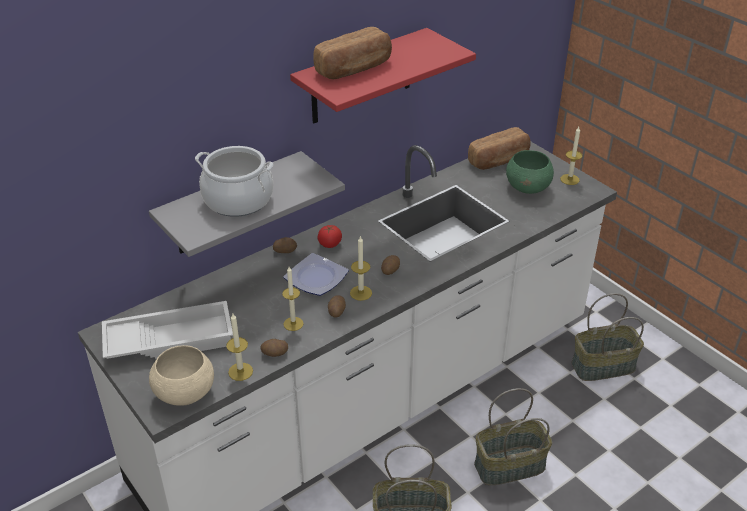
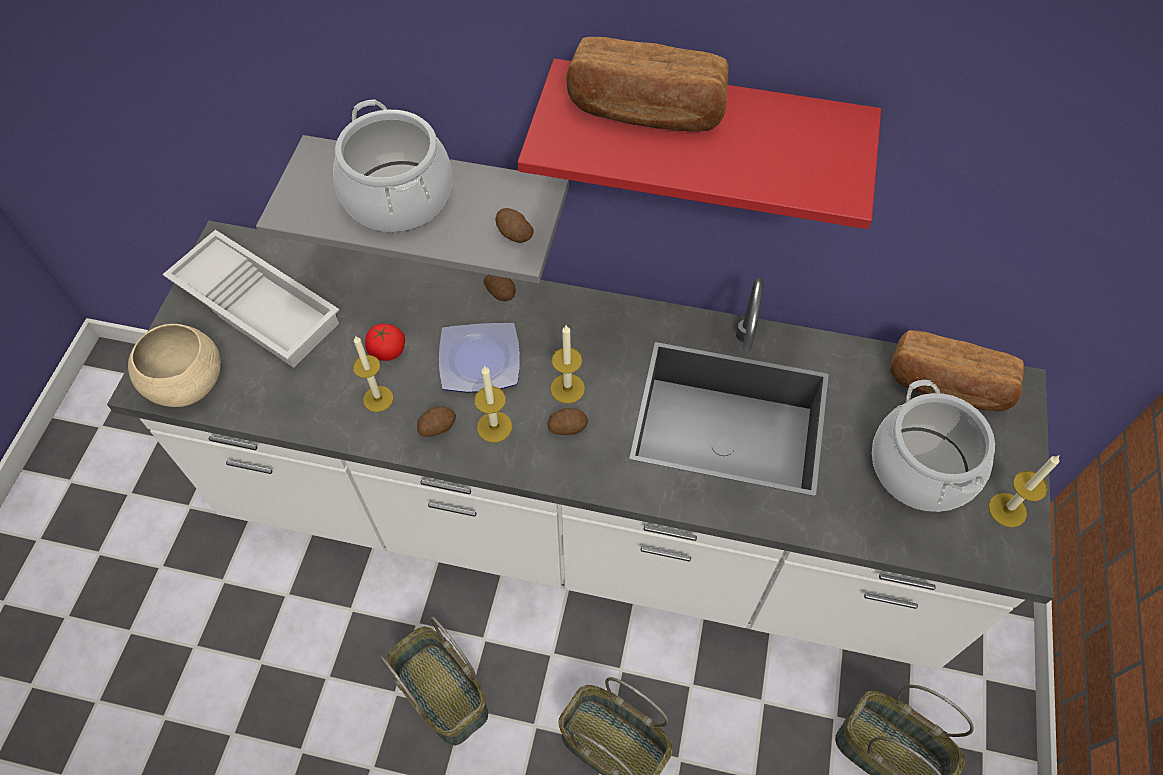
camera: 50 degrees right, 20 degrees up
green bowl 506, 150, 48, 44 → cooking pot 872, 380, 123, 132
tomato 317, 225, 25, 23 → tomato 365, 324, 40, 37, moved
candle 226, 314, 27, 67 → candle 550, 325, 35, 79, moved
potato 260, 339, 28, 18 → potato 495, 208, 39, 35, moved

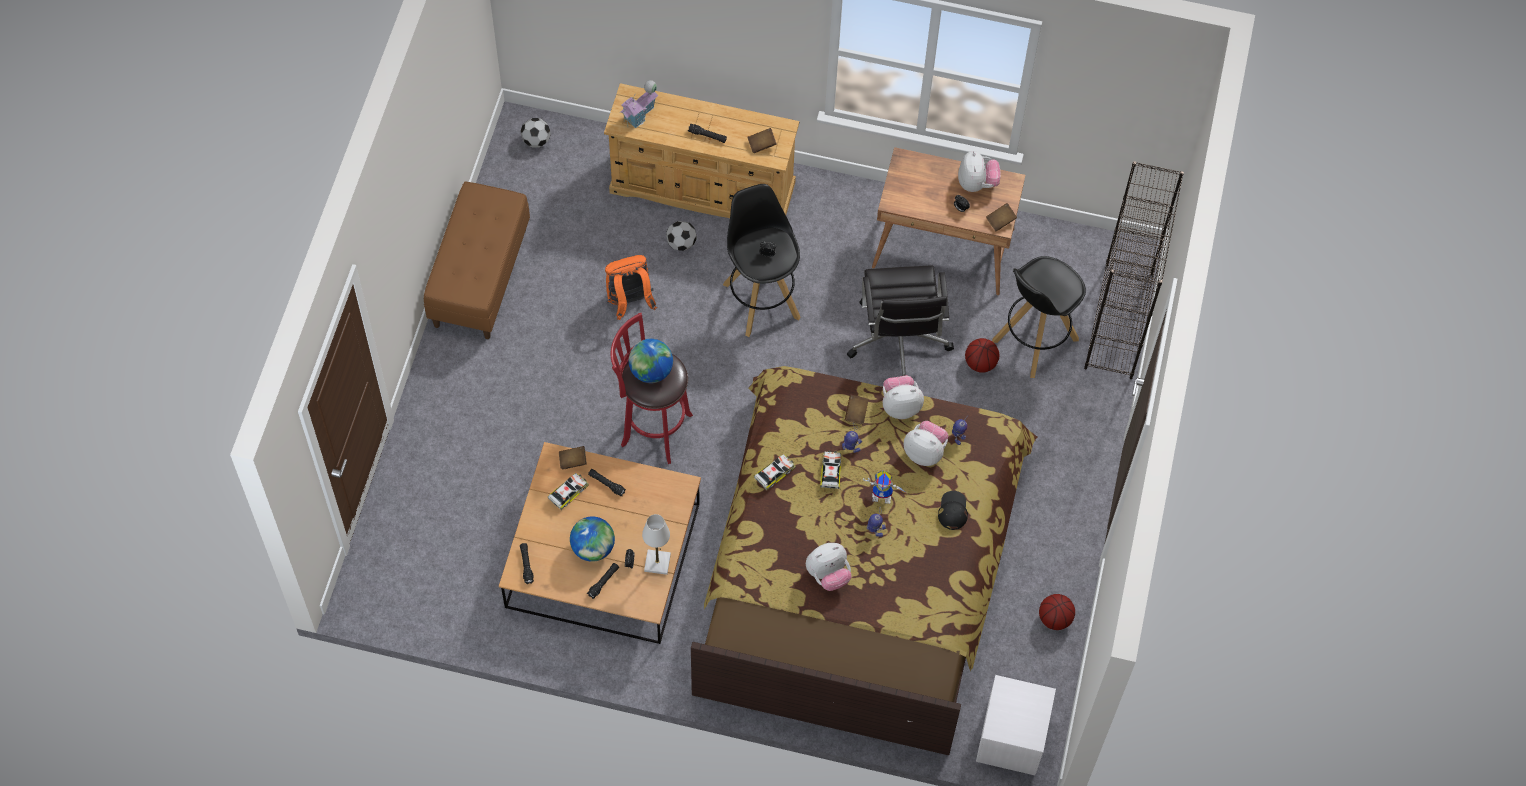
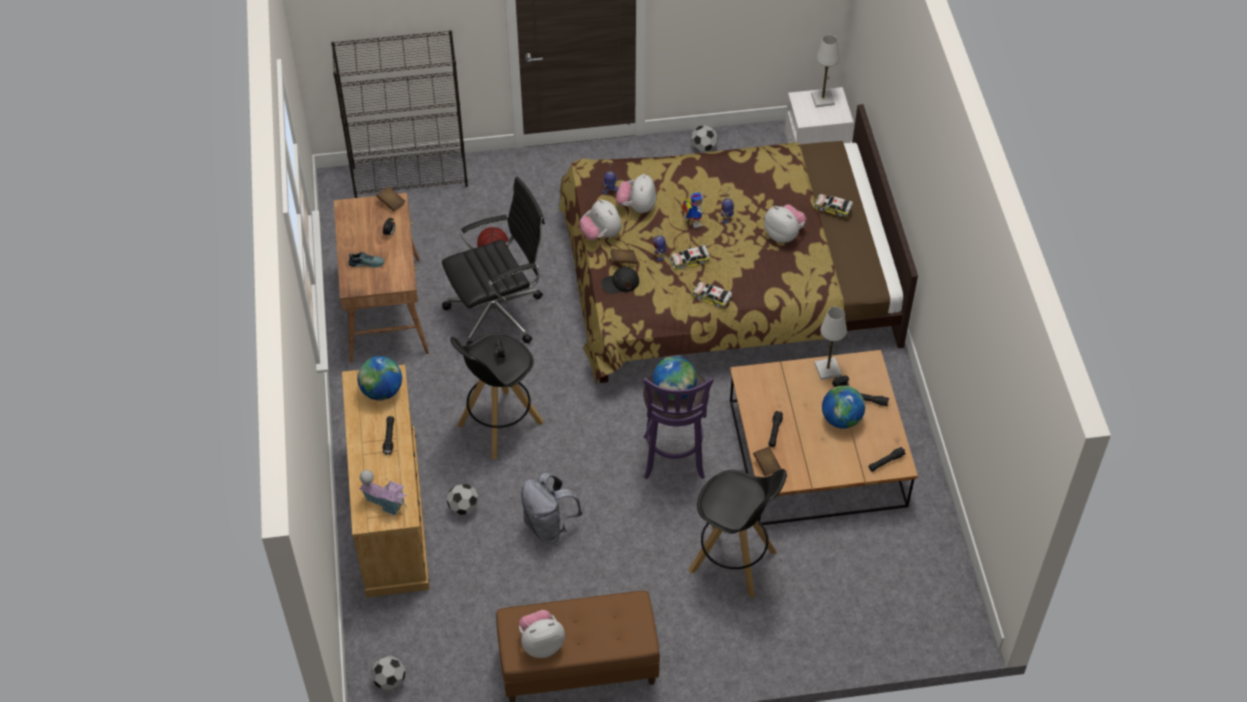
camera: 110 degrees left, 10 degrees down
brown book 747, 128, 30, 25 → globe 358, 356, 44, 44
plush toy 958, 151, 42, 41 → plush toy 519, 610, 46, 48, moved
orange backpack 605, 255, 52, 65 → grey backpack 521, 473, 62, 71
black stool 992, 256, 94, 122 → black stool 688, 469, 99, 129, moved
red stool 611, 313, 82, 151 → purple stool 643, 372, 71, 107
toy car 548, 473, 41, 37 → toy car 813, 194, 40, 23, moved
black cap 938, 491, 30, 39 → black cap 601, 267, 38, 27, moved
basketball 1039, 594, 36, 36 → football 691, 125, 27, 27
- → white table lamp 811, 35, 28, 72
- → shoe 348, 252, 36, 16

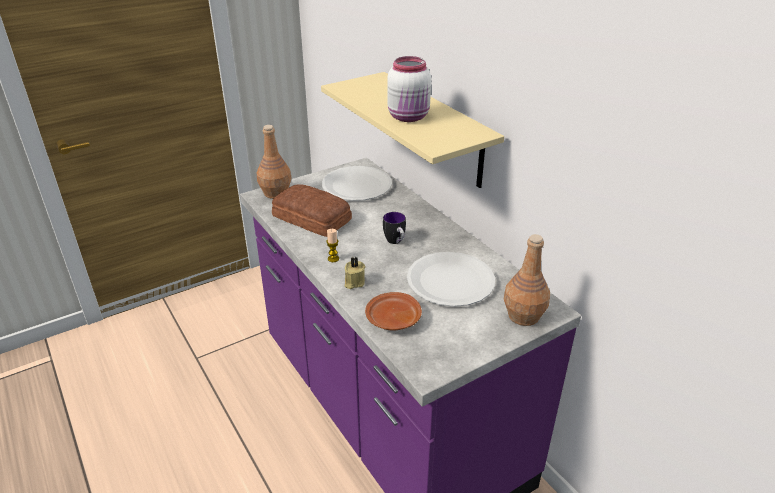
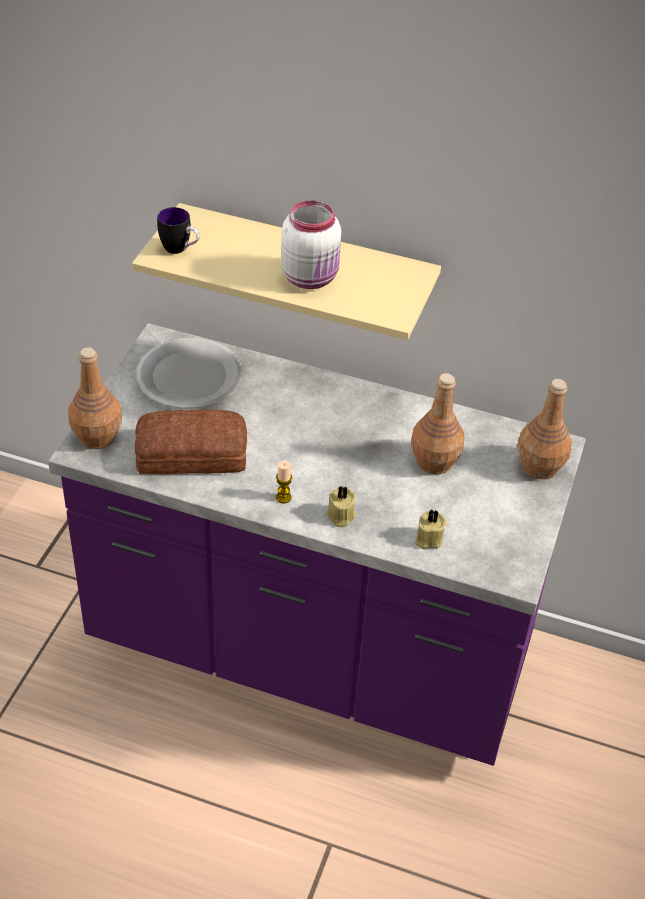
camera: 40 degrees left, 10 degrees up
mug 383, 212, 23, 32 → mug 157, 207, 43, 47, moved
white plate 407, 252, 88, 55 → brown bottle 411, 373, 54, 101
brown plate 365, 292, 57, 39 → beige candle 415, 510, 32, 39

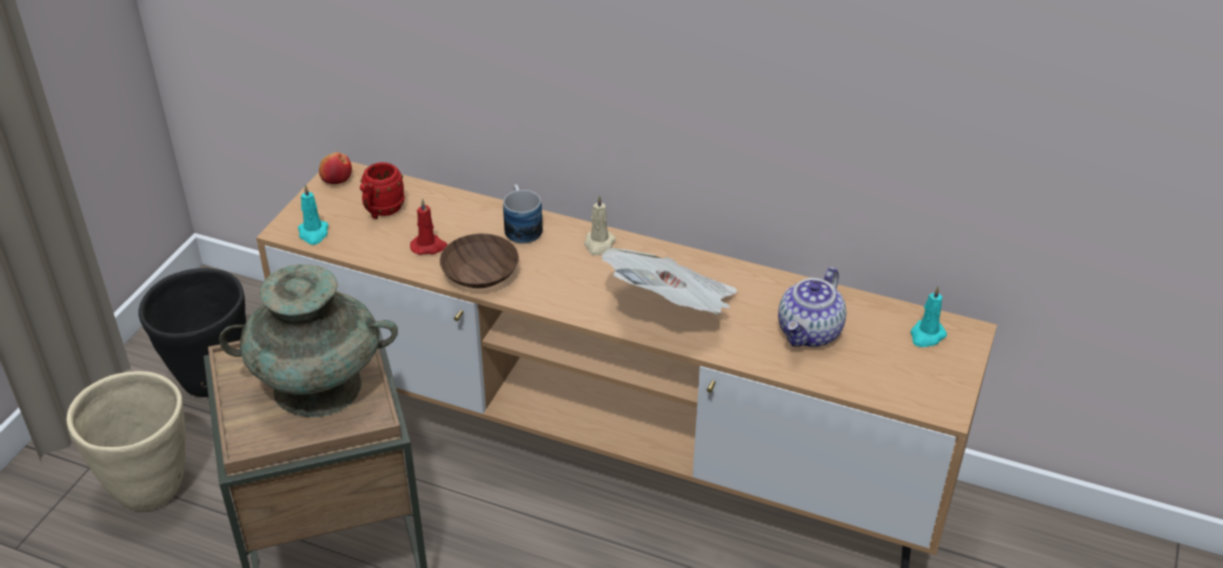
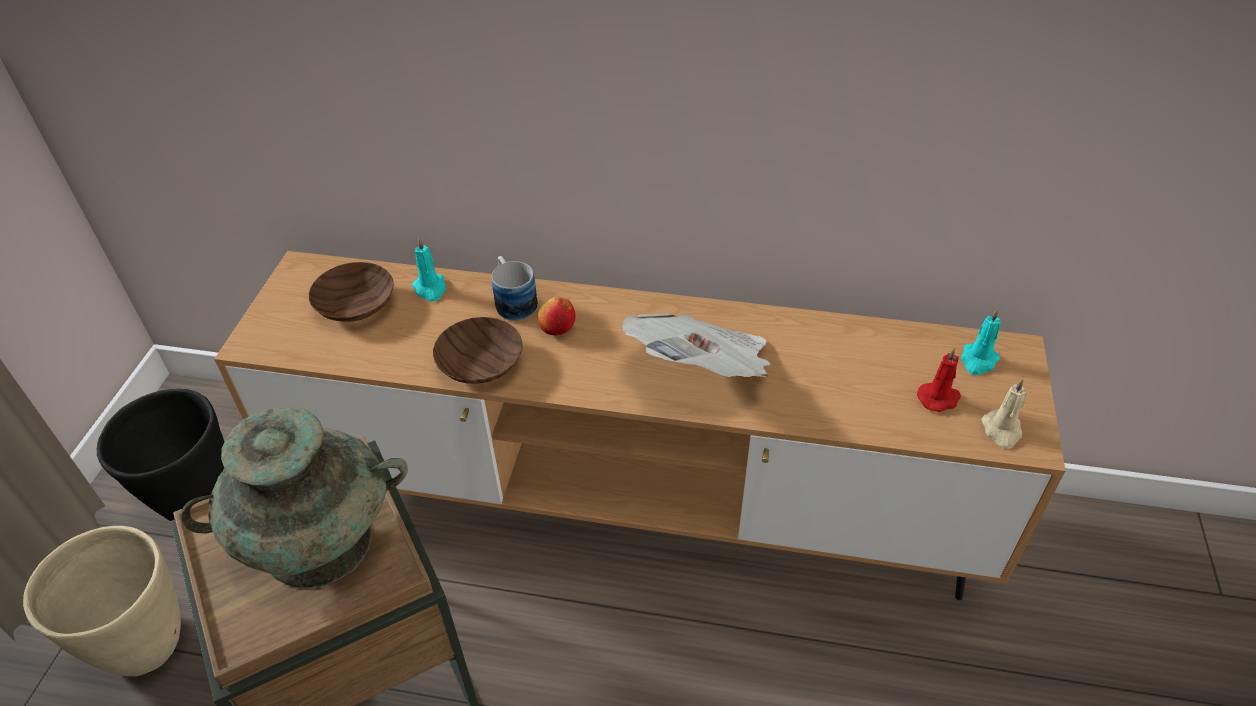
camera: 10 degrees left, 5 degrees up
apple 319, 152, 33, 32 → apple 538, 297, 38, 38, moved
red mug 360, 162, 45, 57 → brown bowl 309, 262, 85, 60
turquoise candle 298, 185, 31, 60 → turquoise candle 412, 238, 34, 64, moved
beige candle 584, 195, 32, 61 → beige candle 981, 379, 46, 70, moved
red candle 410, 199, 37, 56 → red candle 917, 348, 44, 64, moved
teapot 778, 267, 68, 80 → -

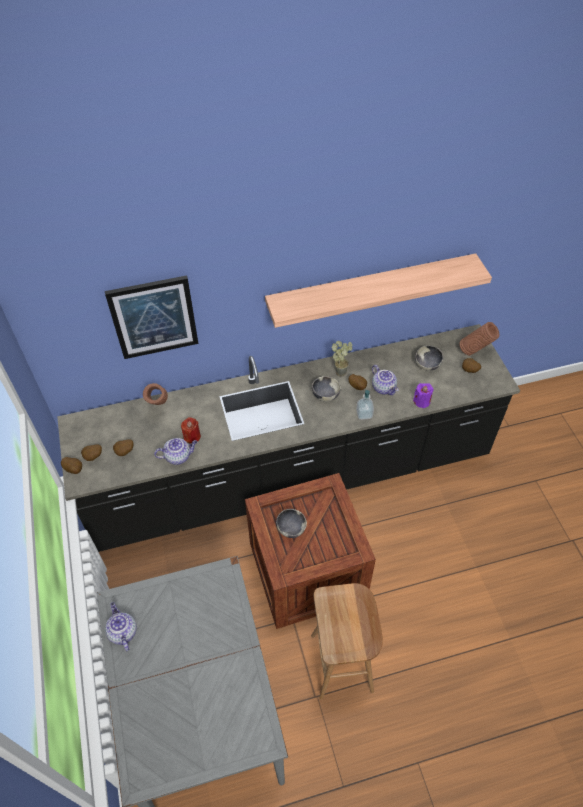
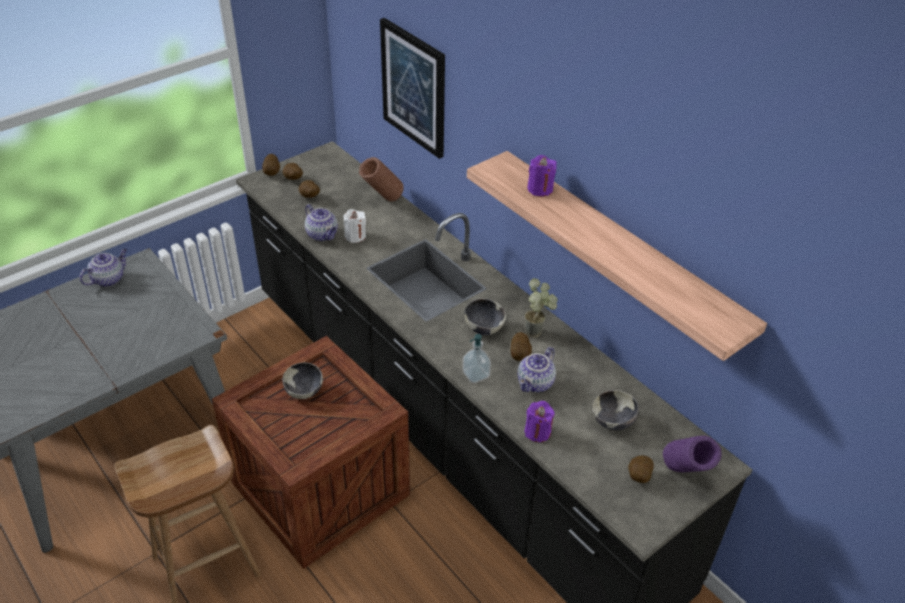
camera: 65 degrees right, 10 degrees down
brown vase 459, 322, 40, 34 → purple vase 663, 436, 59, 36
red candle 181, 417, 20, 26 → white candle 344, 209, 22, 34
- → purple candle 527, 155, 30, 41

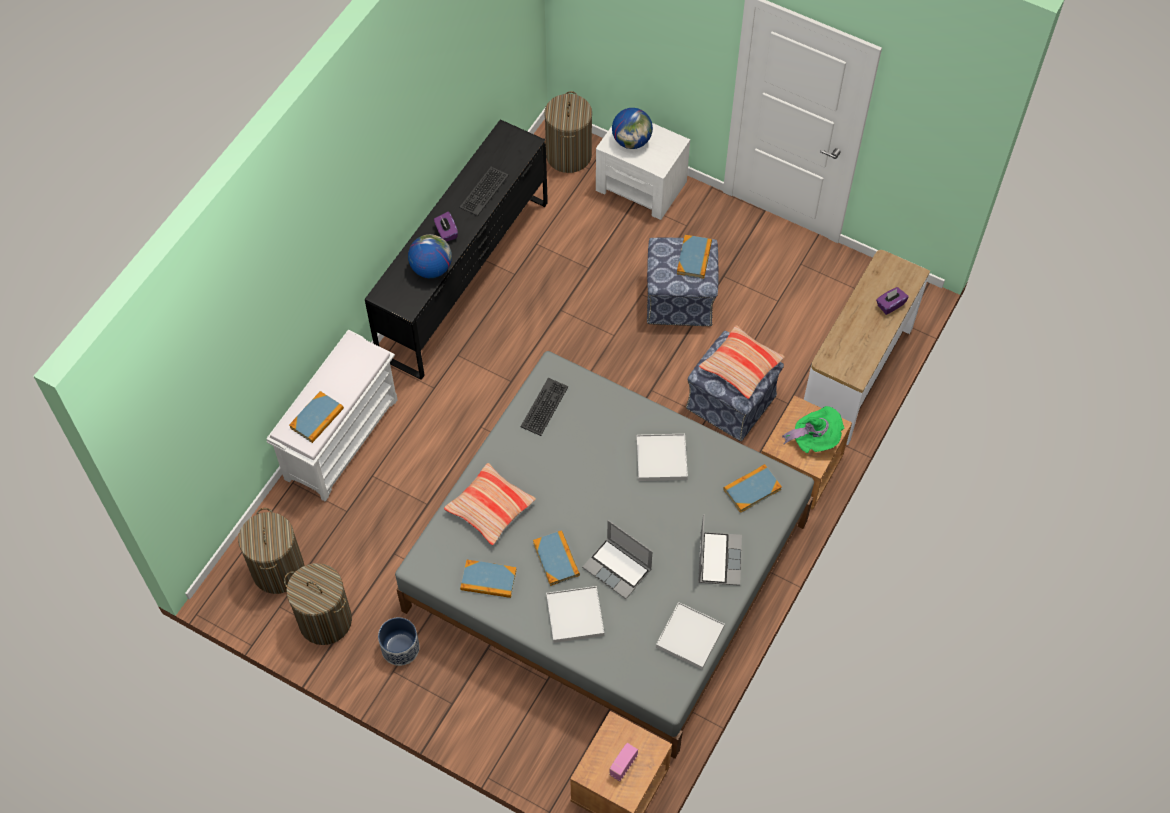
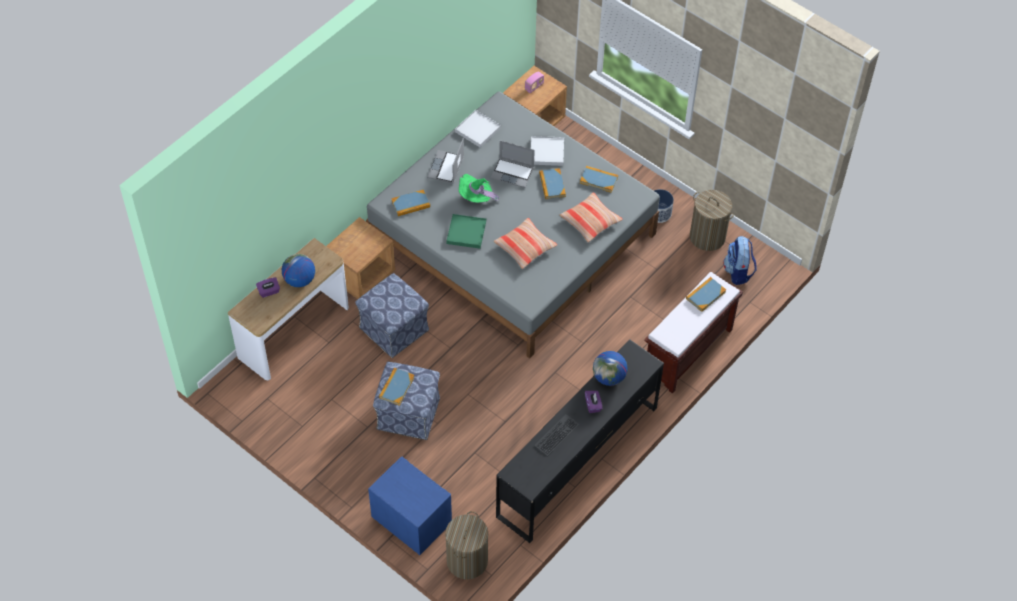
camera: 170 degrees left, 5 degrees down
globe 612, 108, 41, 41 → globe 282, 254, 33, 33, moved
white nightstand 596, 123, 94, 97 → blue nightstand 368, 456, 84, 99
pillow 699, 325, 86, 74 → pillow 494, 218, 63, 51, moved
white bench 266, 329, 132, 172 → brown bench 645, 272, 98, 122
keyboard 520, 378, 48, 58 → -
green hat 782, 406, 62, 47 → green hat 459, 174, 41, 29, moved
white tray 636, 434, 52, 47 → green tray 447, 214, 39, 35
laundry basket 238, 508, 67, 86 → backpack 723, 236, 34, 49
laptop 582, 520, 71, 79 → laptop 491, 140, 44, 48, 150 degrees clockwise

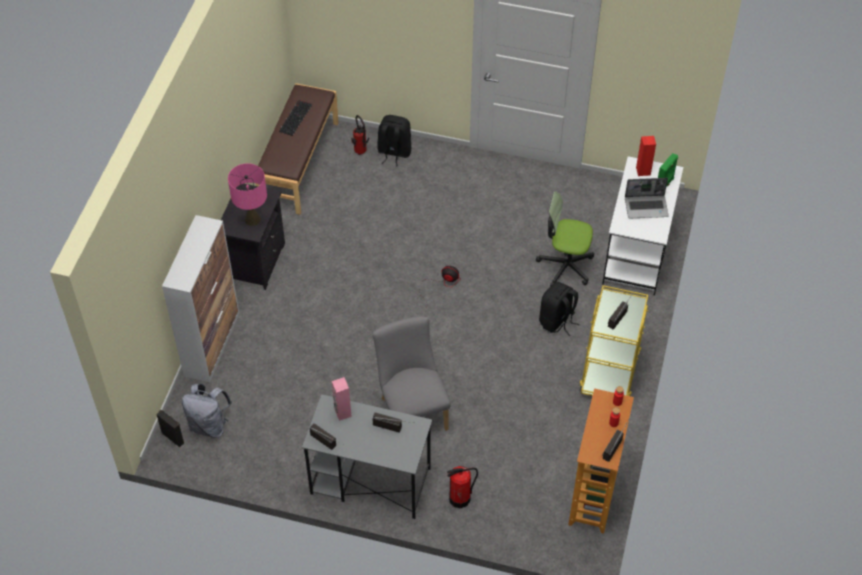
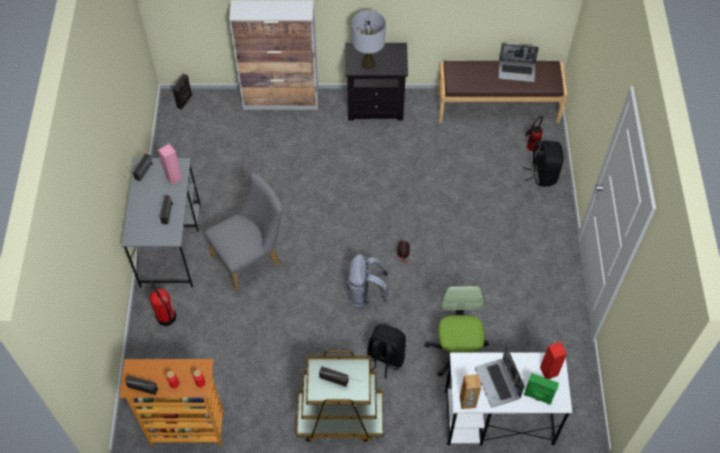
camera: 75 degrees right, 5 degrees up
keyboard 279, 100, 33, 36 → laptop 498, 44, 41, 38
pink table lamp 228, 163, 39, 63 → grey table lamp 352, 10, 34, 59
yellow cart 579, 285, 69, 111 → brown cart 296, 351, 88, 91
grey backpack 182, 384, 50, 54 → grey backpack 347, 254, 41, 54, moved
- → brown speaker 460, 374, 21, 35

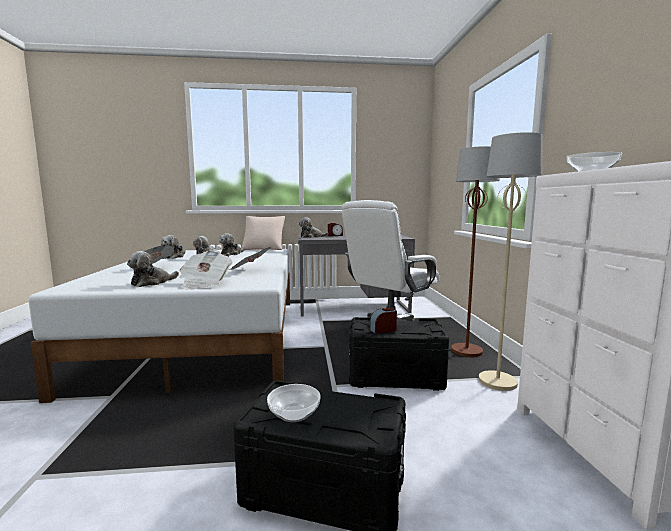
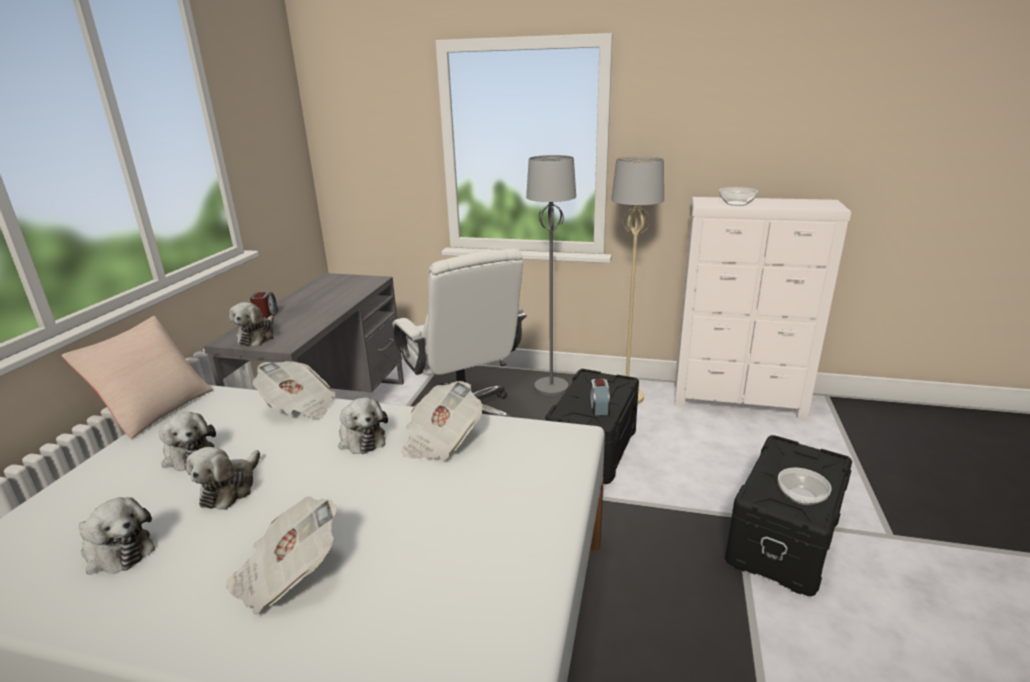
camera: 70 degrees left, 15 degrees up
brown floor lamp 451, 146, 49, 211 → grey floor lamp 526, 155, 50, 241
newspaper 179, 250, 53, 40 → newspaper 252, 361, 84, 58, moved
plush toy 127, 251, 52, 36 → plush toy 338, 397, 50, 57, moved

